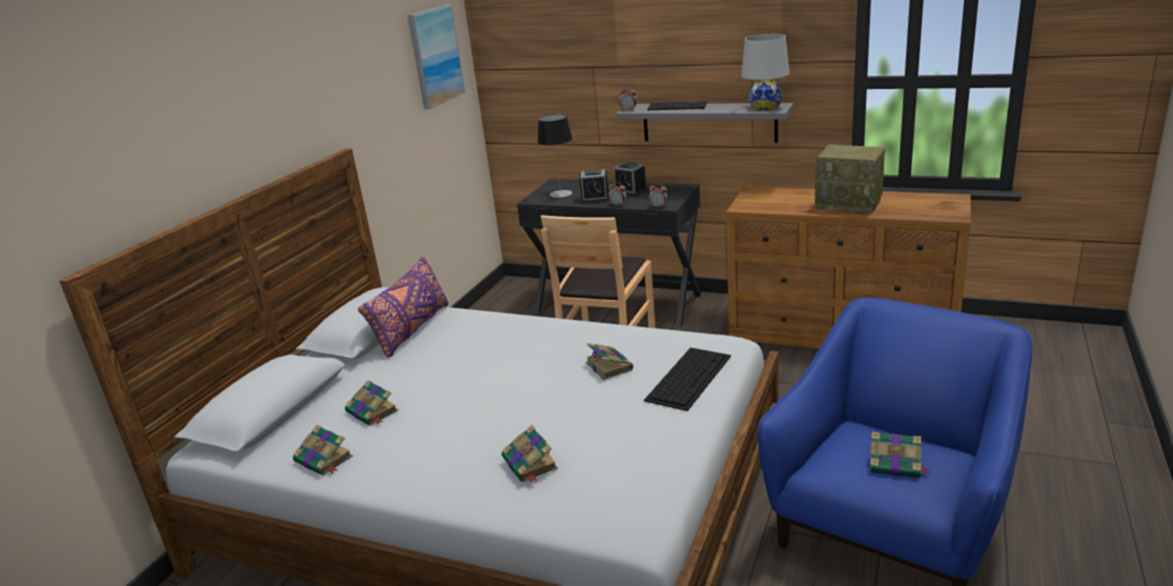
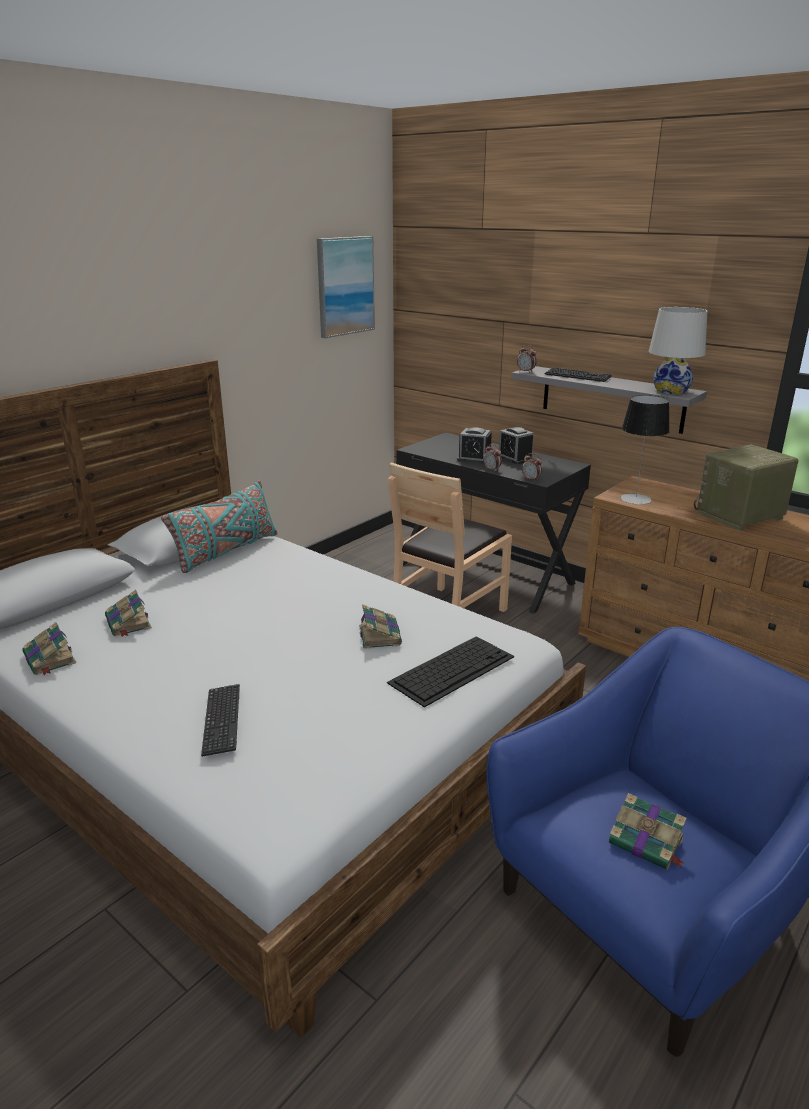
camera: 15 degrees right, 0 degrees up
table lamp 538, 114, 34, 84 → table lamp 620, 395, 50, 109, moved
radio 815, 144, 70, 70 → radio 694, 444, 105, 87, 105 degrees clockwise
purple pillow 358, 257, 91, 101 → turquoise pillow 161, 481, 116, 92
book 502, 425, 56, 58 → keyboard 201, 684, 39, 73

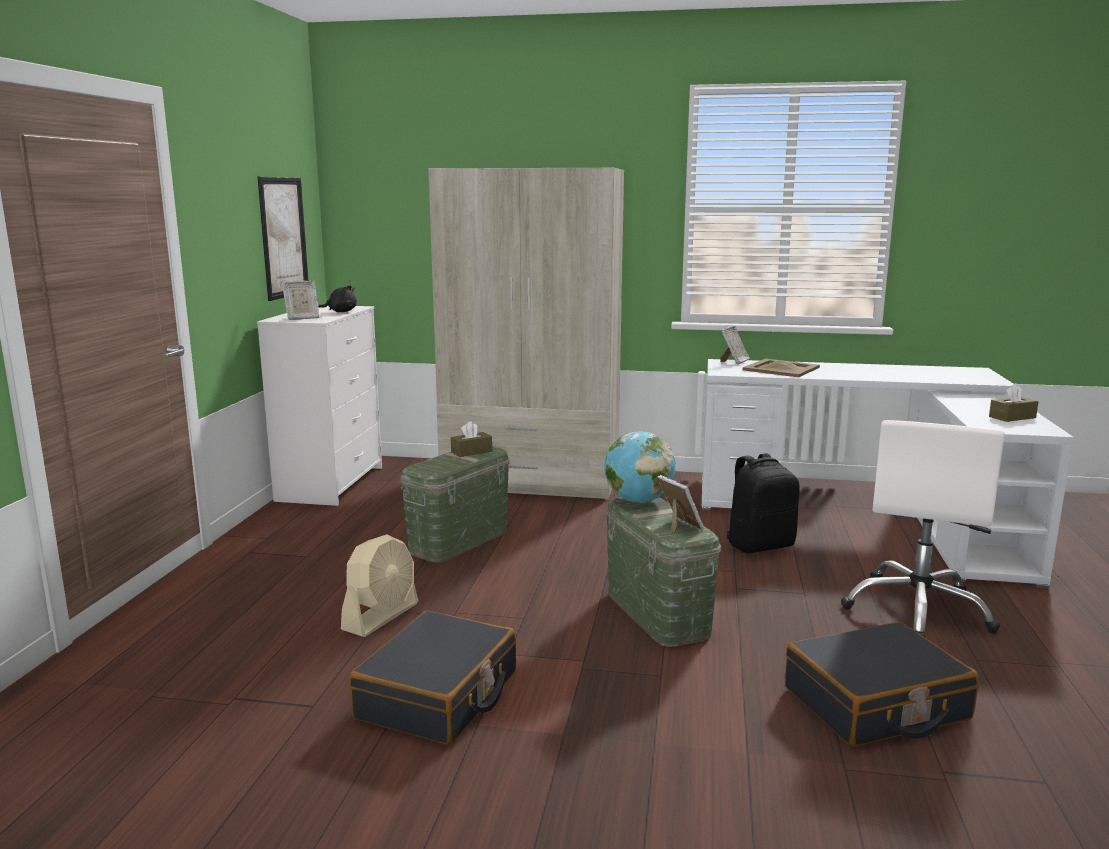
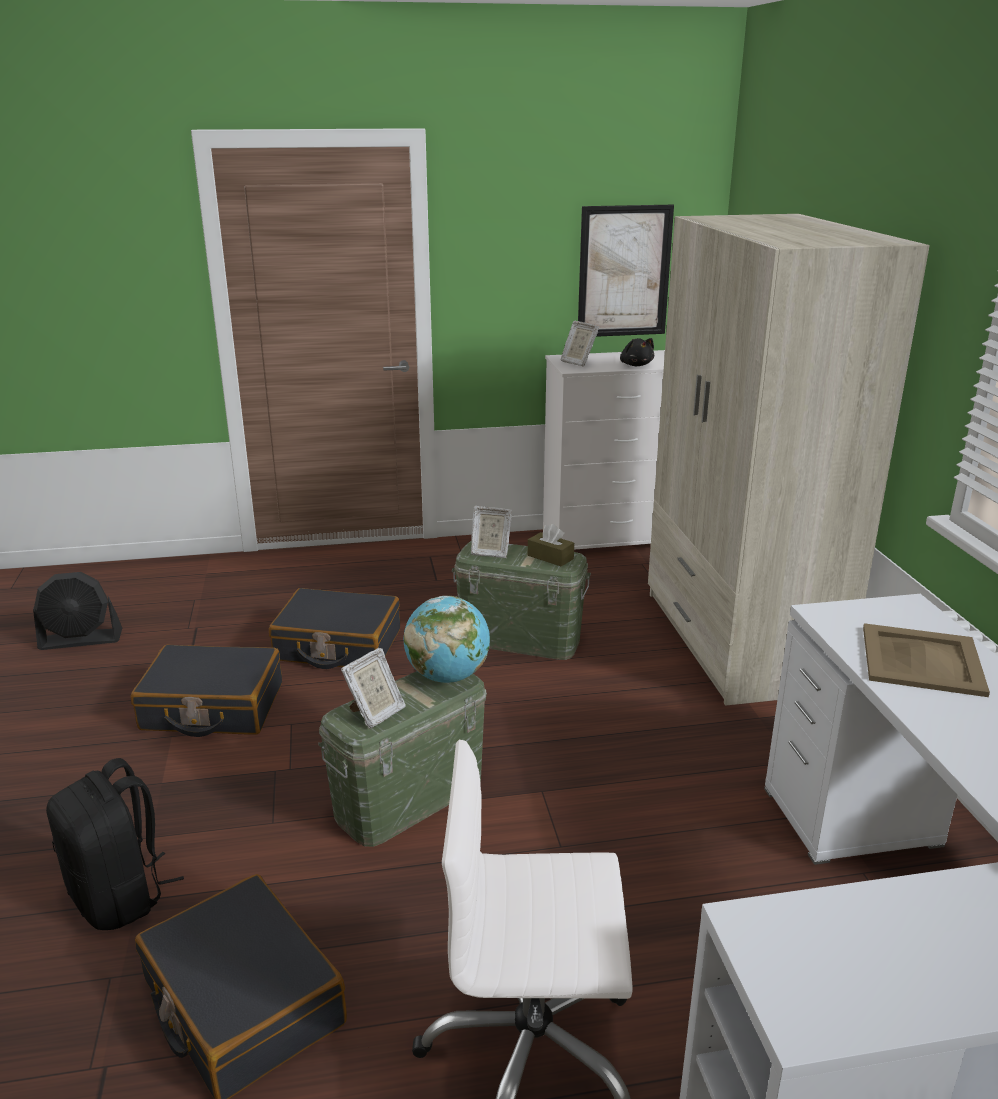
camera: 70 degrees right, 10 degrees up
picture frame 720, 326, 30, 39 → picture frame 471, 506, 41, 52, moved
brown tissue box 989, 383, 50, 39 → -
black backpack 726, 453, 73, 100 → black backpack 46, 758, 138, 172, moved
beige fan 341, 534, 77, 103 → black suitcase 269, 588, 131, 81
- → black fan 33, 572, 89, 78

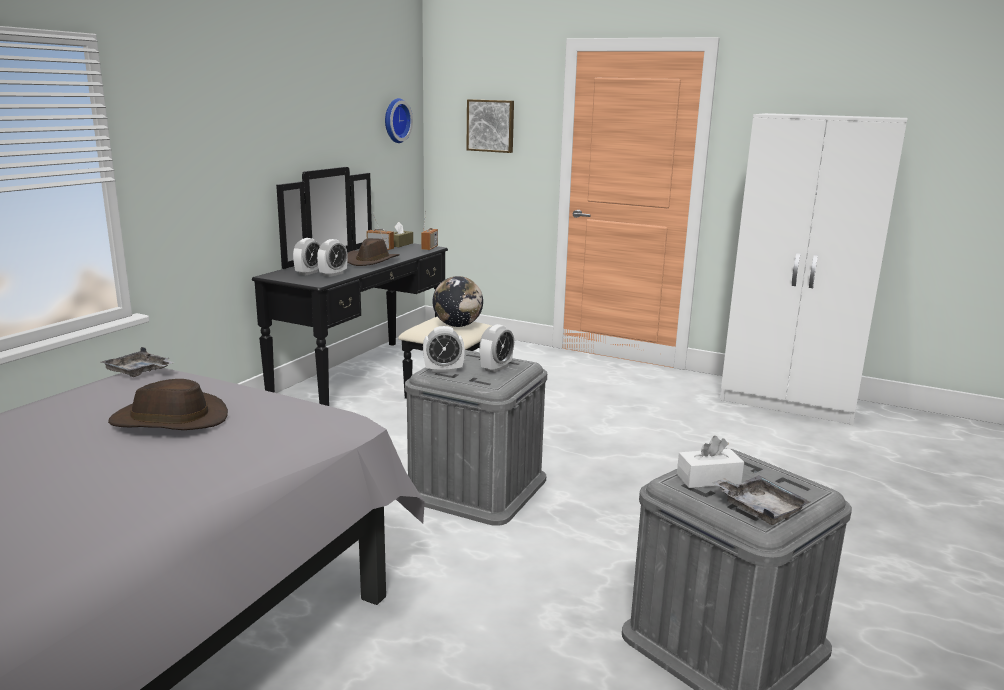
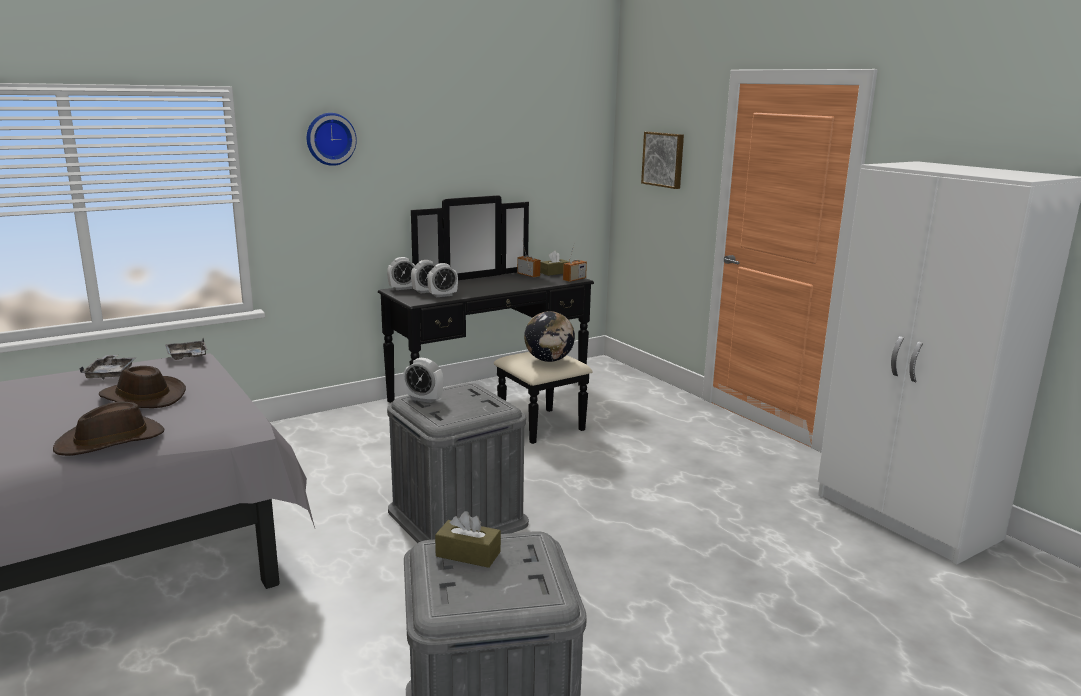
camera: 30 degrees right, 0 degrees up
wall clock 385, 98, 28, 45 → wall clock 307, 113, 50, 53, moved
brown hat 347, 238, 53, 28 → brown hat 53, 402, 111, 54, moved
alarm clock 479, 324, 35, 49 → alarm clock 387, 257, 28, 33, moved
white tissue box 677, 436, 67, 52 → brown tissue box 435, 511, 66, 57
grey tray 712, 475, 98, 50 → grey tray 80, 355, 57, 24, moved

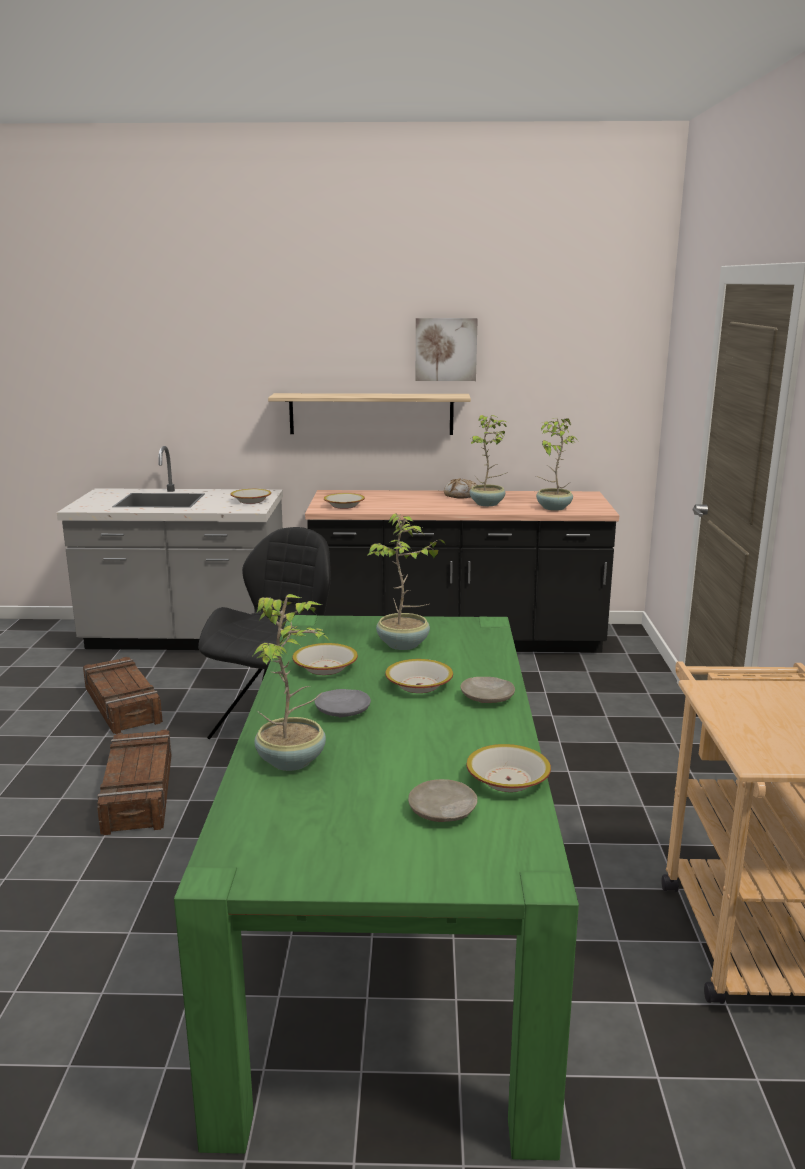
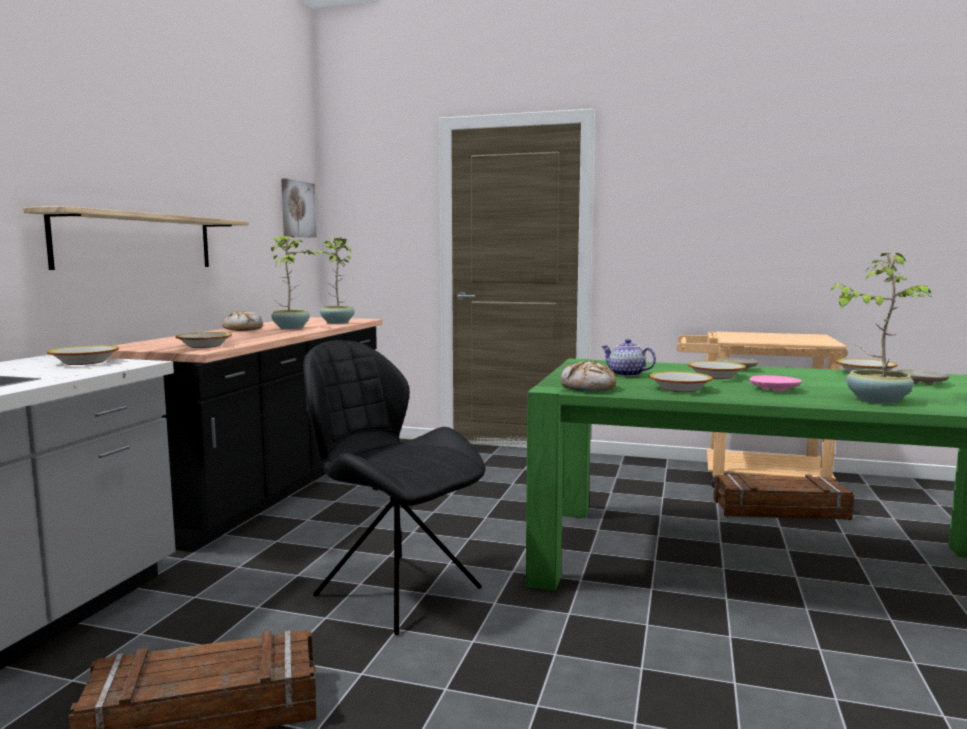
camera: 75 degrees left, 10 degrees down
picture 416, 318, 62, 63 → picture 281, 178, 35, 60, moved
potted plant 367, 513, 79, 137 → teapot 601, 339, 55, 38
grey plate 315, 689, 56, 28 → pink plate 749, 375, 53, 17
crate 97, 729, 74, 106 → crate 713, 473, 141, 47, moved
- → bread 561, 361, 55, 30

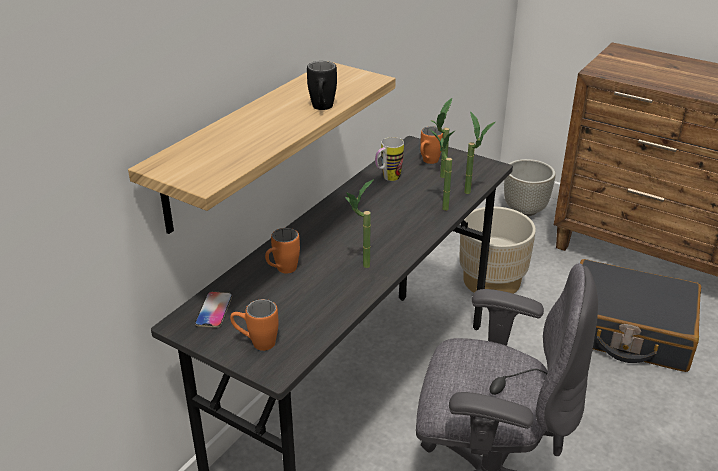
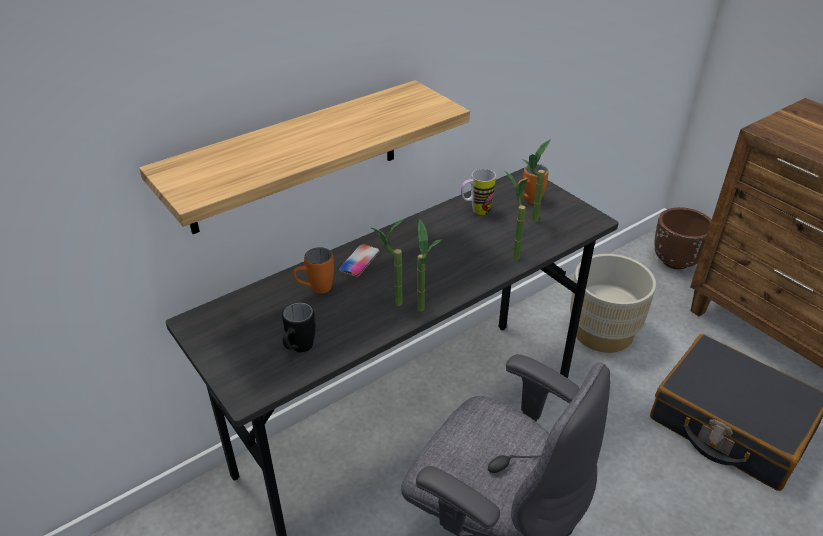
camera: 20 degrees right, 5 degrees up
black mug 307, 61, 30, 49 → black mug 282, 302, 34, 50, moved
potted plant 464, 111, 31, 83 → potted plant 417, 219, 26, 92, moved
grey planter 504, 159, 52, 57 → brown planter 654, 207, 57, 62
phone 195, 291, 37, 37 → phone 338, 244, 42, 33, moved
orange mug 230, 299, 49, 52 → -

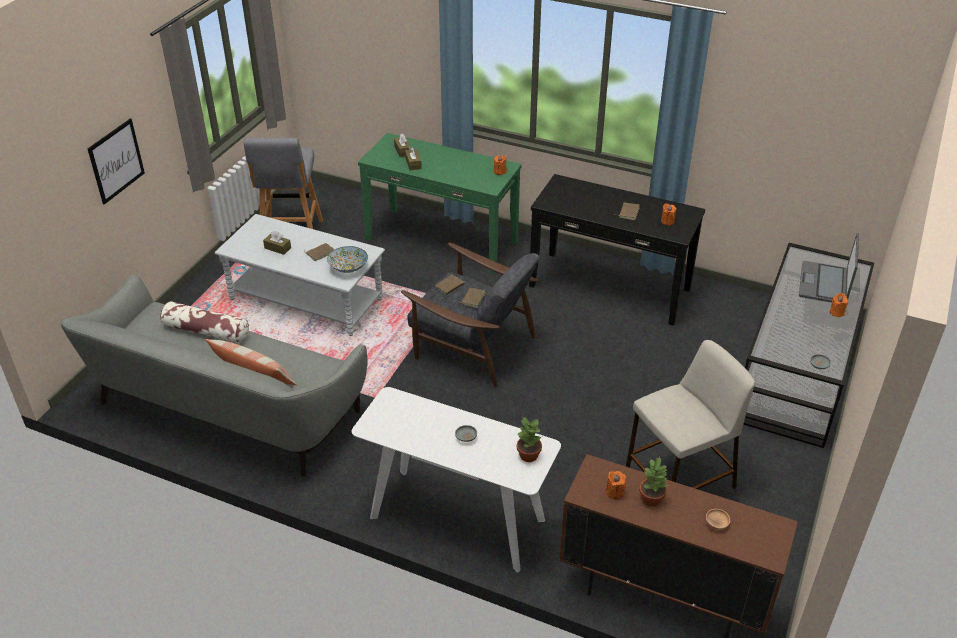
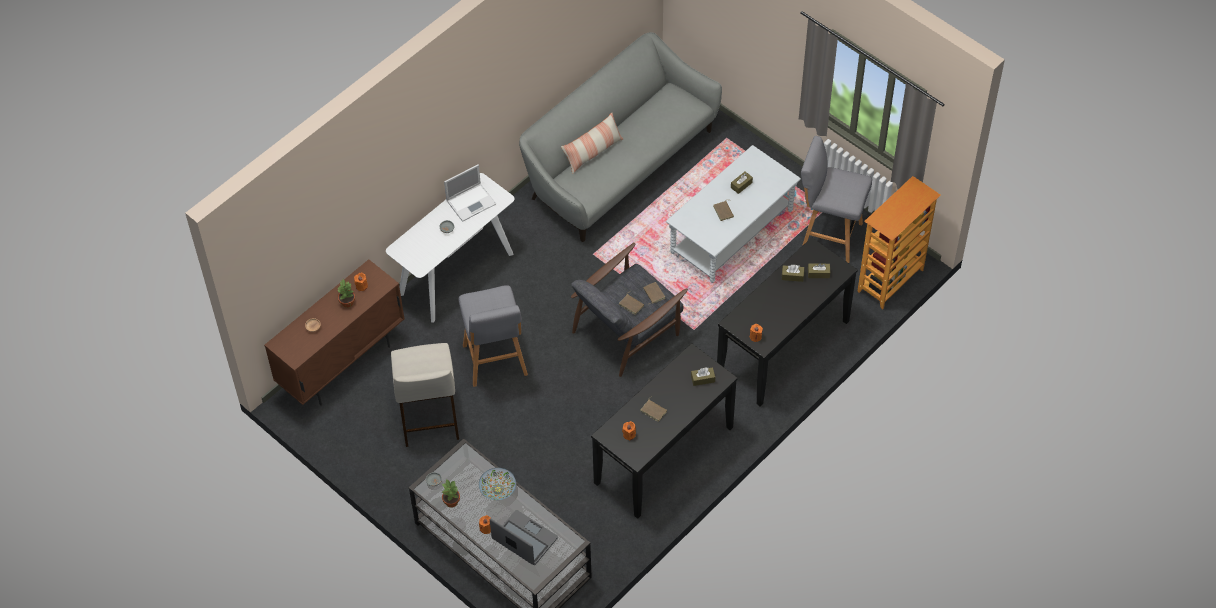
camera: 110 degrees right, 15 degrees up
picture 87, 119, 58, 86 → -
green console table 358, 133, 164, 142 → black console table 717, 238, 141, 168
bowl 327, 246, 41, 27 → bowl 479, 468, 37, 32, moved
pillow 160, 301, 89, 42 → -
potted plant 517, 416, 25, 46 → potted plant 441, 479, 19, 29, moved
- → laptop 444, 164, 52, 58
- → bookcase 857, 176, 84, 133
- → grey stool 459, 285, 69, 102
- → brown tissue box 691, 367, 24, 19

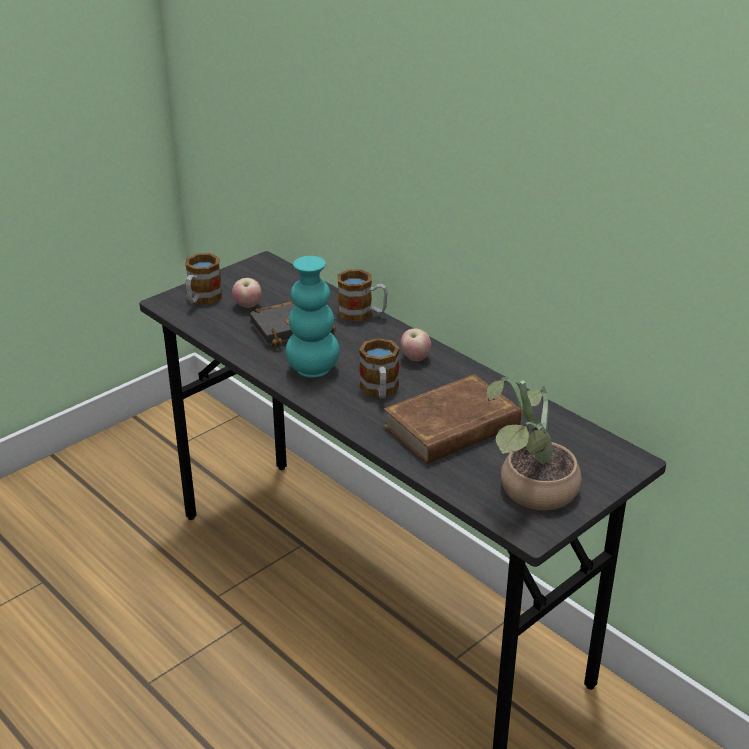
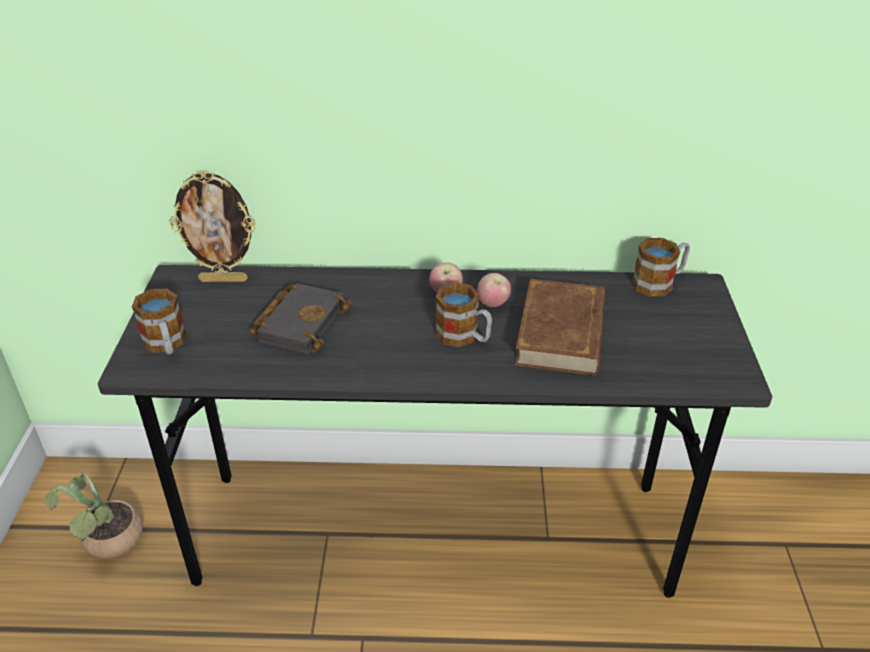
camera: 45 degrees left, 5 degrees up
turquoise vase 286, 256, 54, 122 → -
mug 337, 269, 51, 52 → mug 632, 238, 58, 59, moved
apple 232, 278, 30, 30 → apple 477, 273, 34, 34, moved
potted plant 486, 377, 96, 133 → potted plant 45, 471, 98, 87, moved
- → picture frame 169, 170, 87, 112

